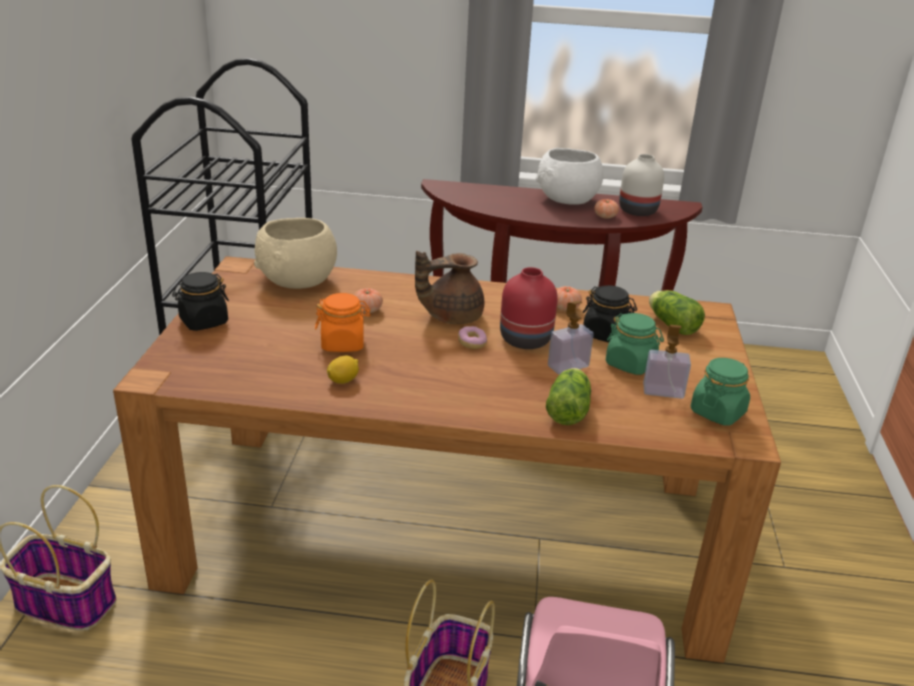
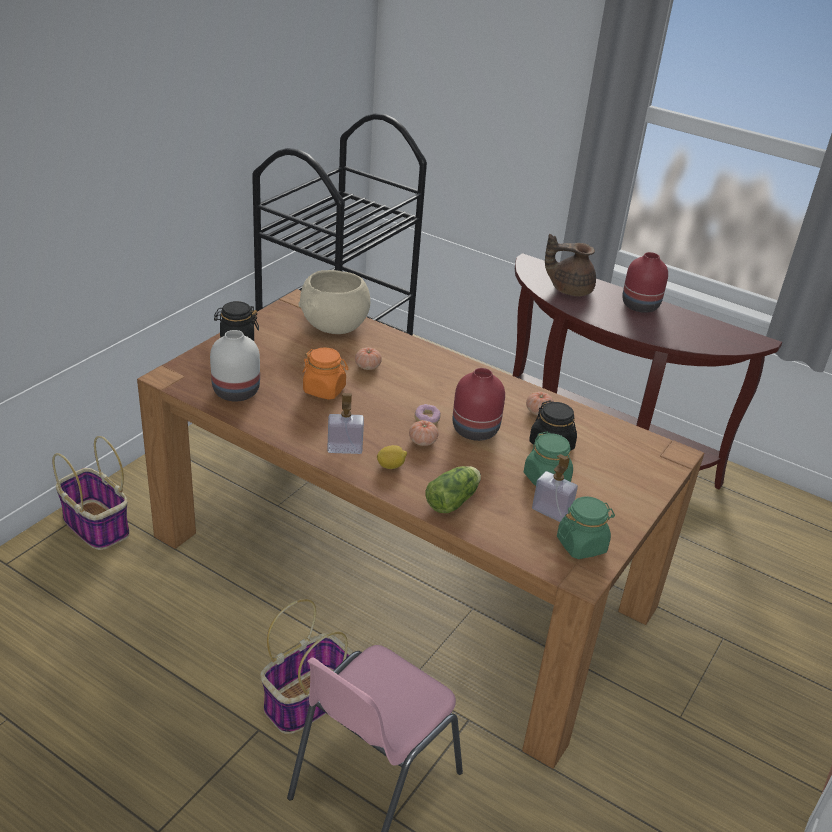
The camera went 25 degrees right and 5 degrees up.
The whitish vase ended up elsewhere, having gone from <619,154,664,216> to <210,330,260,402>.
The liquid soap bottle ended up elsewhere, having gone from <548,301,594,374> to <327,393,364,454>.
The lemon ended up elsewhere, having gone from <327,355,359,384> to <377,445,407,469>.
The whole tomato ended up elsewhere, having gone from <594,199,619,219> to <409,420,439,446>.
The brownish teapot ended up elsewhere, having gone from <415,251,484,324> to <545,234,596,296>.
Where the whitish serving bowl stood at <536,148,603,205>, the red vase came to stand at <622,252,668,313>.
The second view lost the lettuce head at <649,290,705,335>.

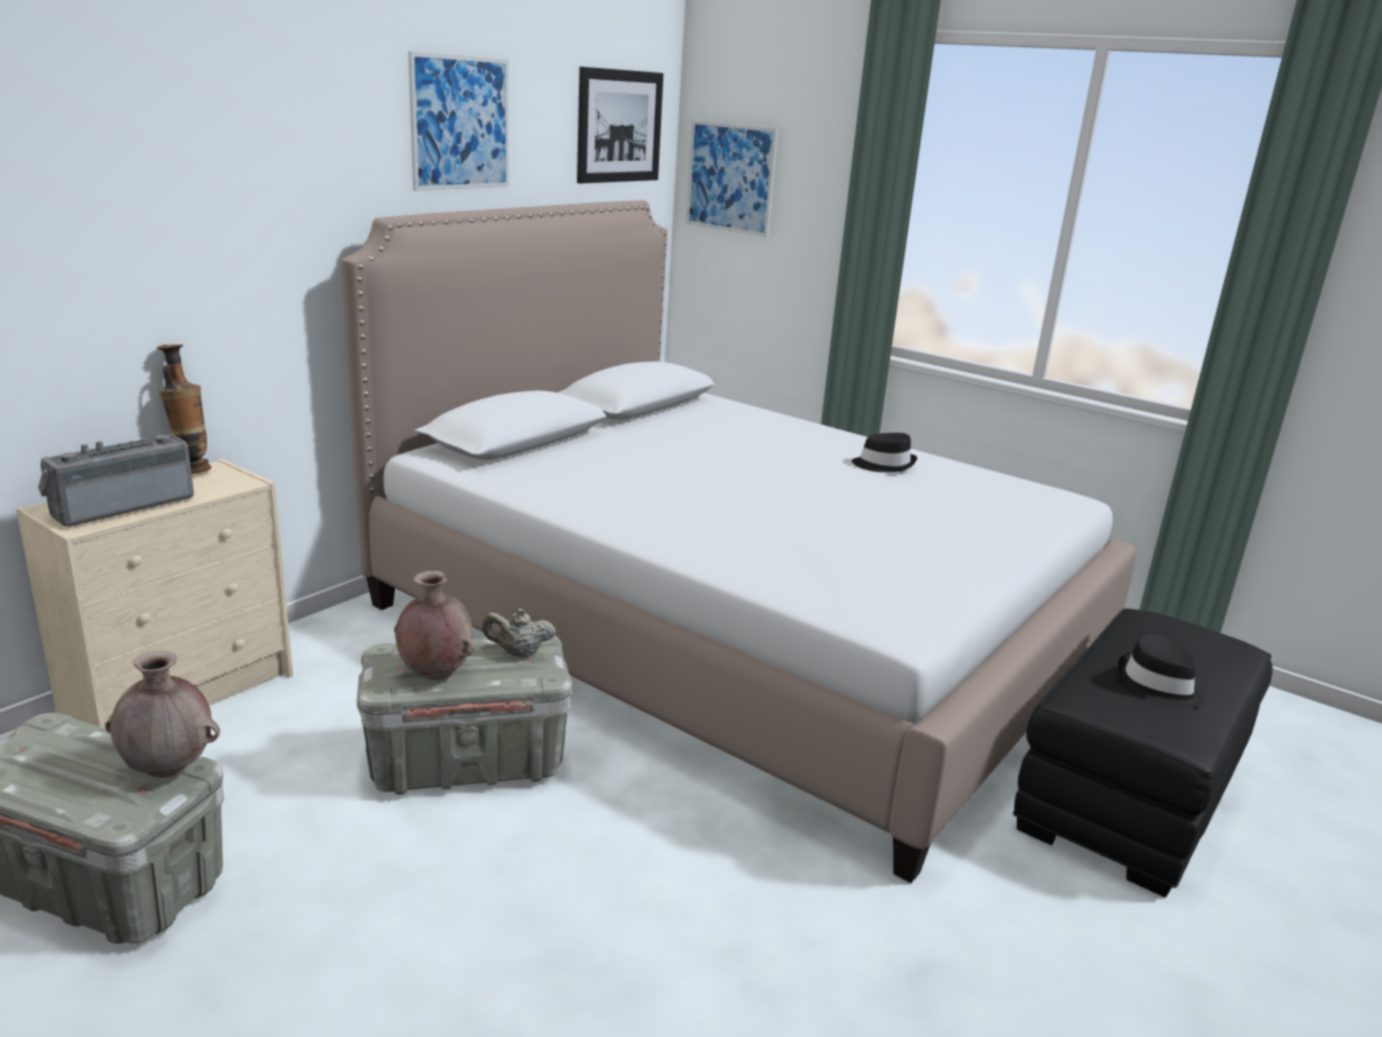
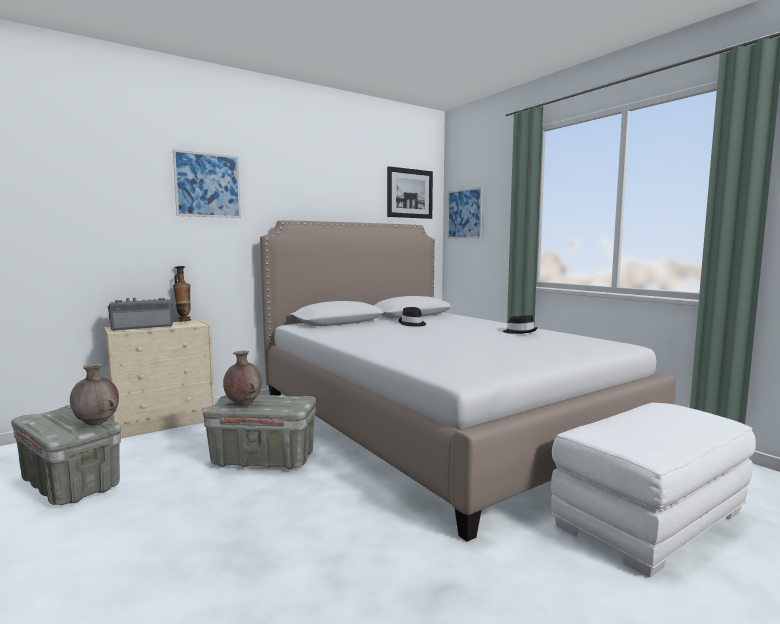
The camera went 20 degrees right and 15 degrees down.
The wall picture ended up elsewhere, having gone from <408,51,509,191> to <173,149,241,218>.
The blackish clothing hat ended up elsewhere, having gone from <1118,634,1204,708> to <398,307,426,327>.
What was the blackish ottoman at <1013,608,1273,897> turned into the whitish ottoman at <551,403,756,577>.
The second view lost the beige-coloured teapot at <482,608,556,657>.

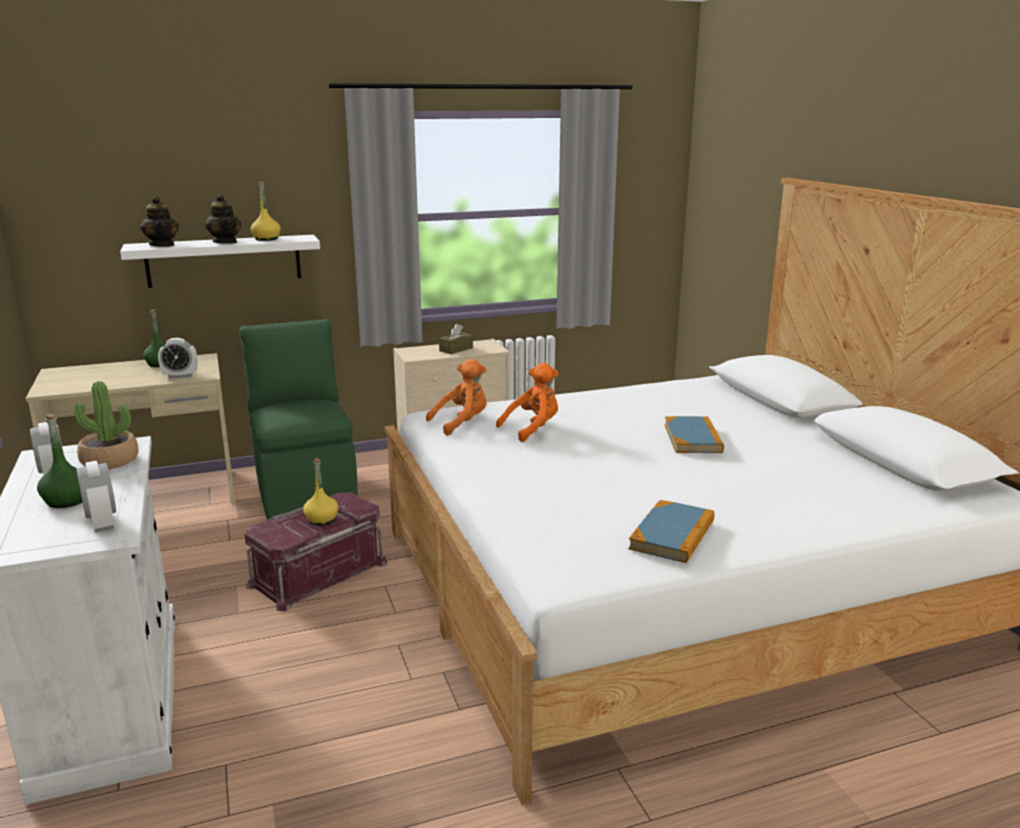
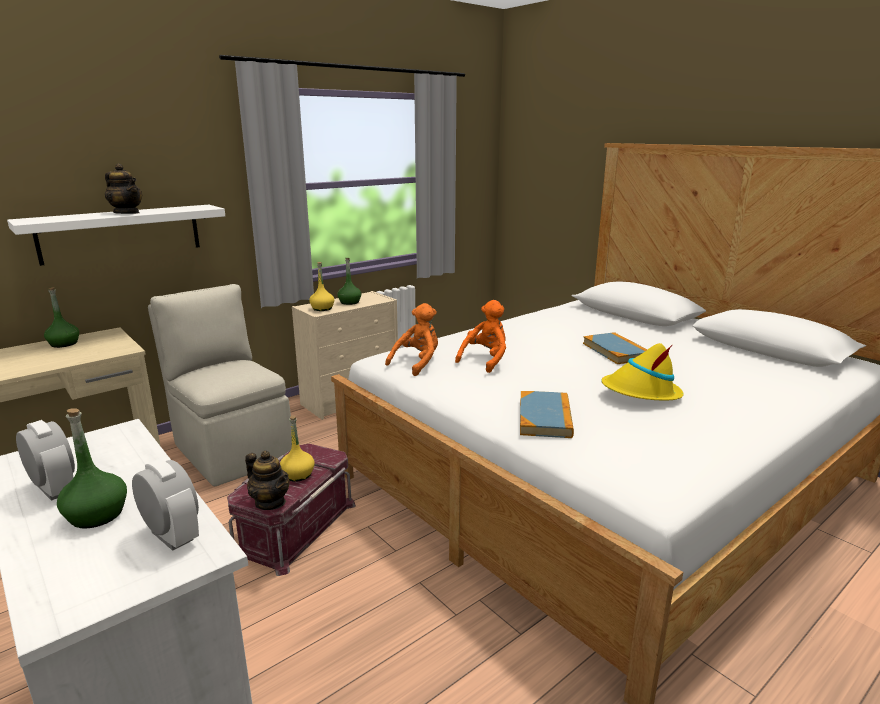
The camera went 20 degrees left and 0 degrees up.
What was the greenish plain chair at <239,319,358,520> turned into the beige-coloured plain chair at <148,284,292,486>.
The teapot ended up elsewhere, having gone from <140,196,179,247> to <245,451,290,510>.
The yellow drink bottle ended up elsewhere, having gone from <251,182,281,241> to <309,262,334,311>.
Where the brownish box of tissues stood at <439,324,473,354>, the greenish drink bottle came to stand at <337,258,361,305>.
The book ended up elsewhere, having gone from <629,500,715,563> to <520,391,574,438>.
The second view gained the yellow clothing hat at <601,343,683,401>.
The second view lost the plant in a pot at <74,381,138,469>.
The second view lost the alarm clock at <158,338,197,378>.

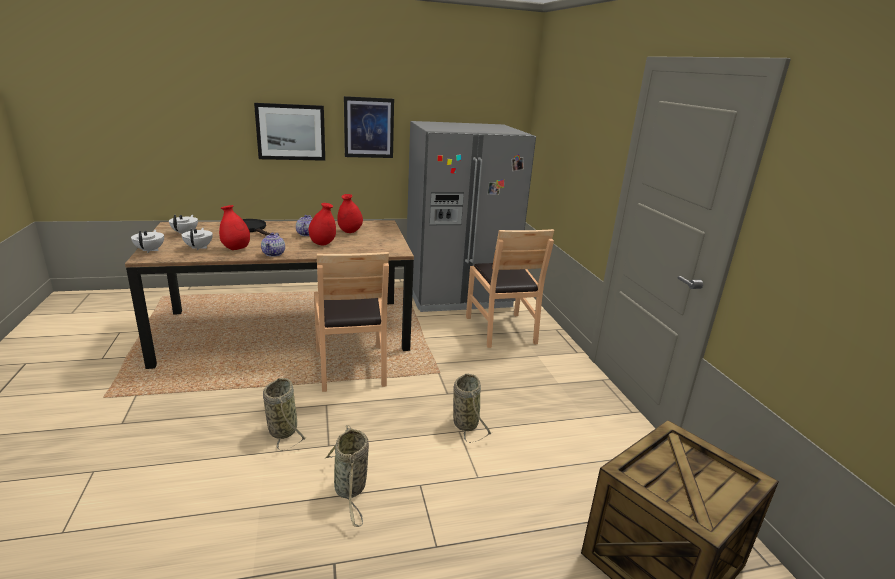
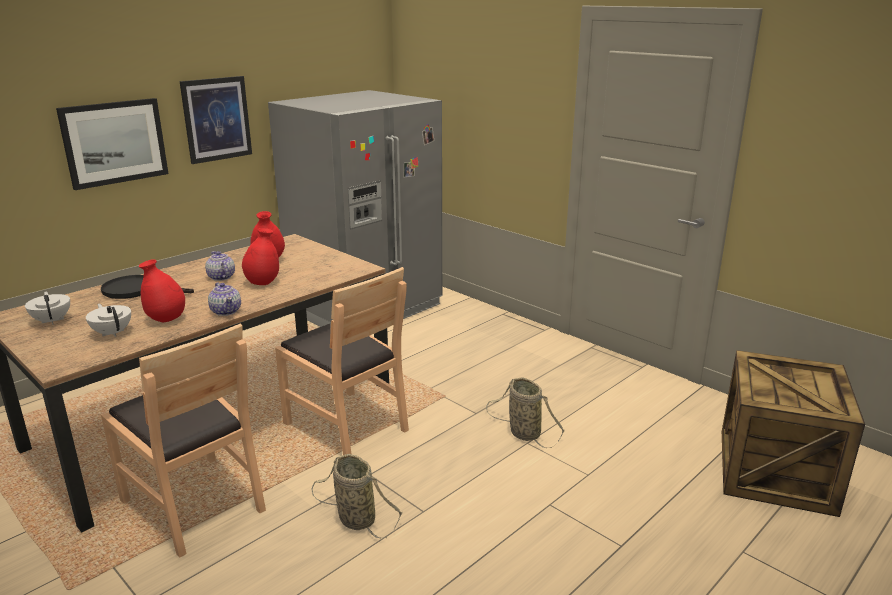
The camera went 30 degrees left and 0 degrees up.
The brownish plain chair ended up elsewhere, having gone from <466,229,554,348> to <101,324,266,558>.
The second view lost the whitish teapot at <131,230,164,253>.
The second view lost the household basket at <324,425,369,527>.

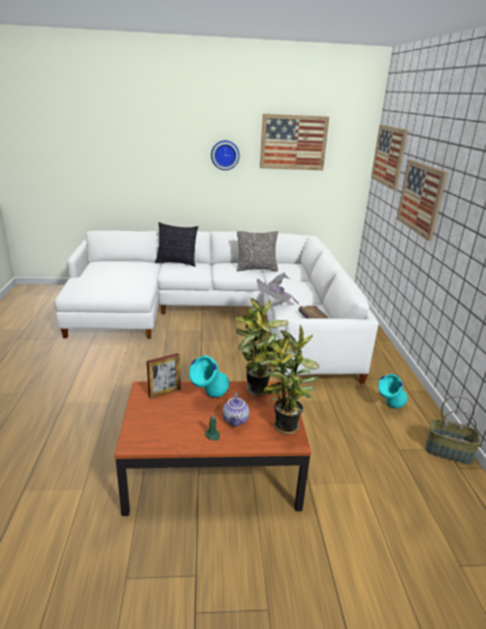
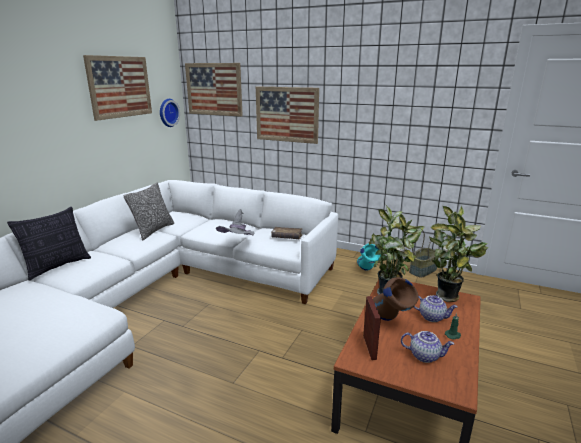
The camera went 60 degrees left and 5 degrees down.
The clock on the wall ended up elsewhere, having gone from <211,140,240,170> to <160,99,180,127>.
What was the turquoise-coloured vase at <189,355,229,398> turned into the brownish vase at <373,277,419,321>.
The second view gained the teapot at <401,331,454,363>.

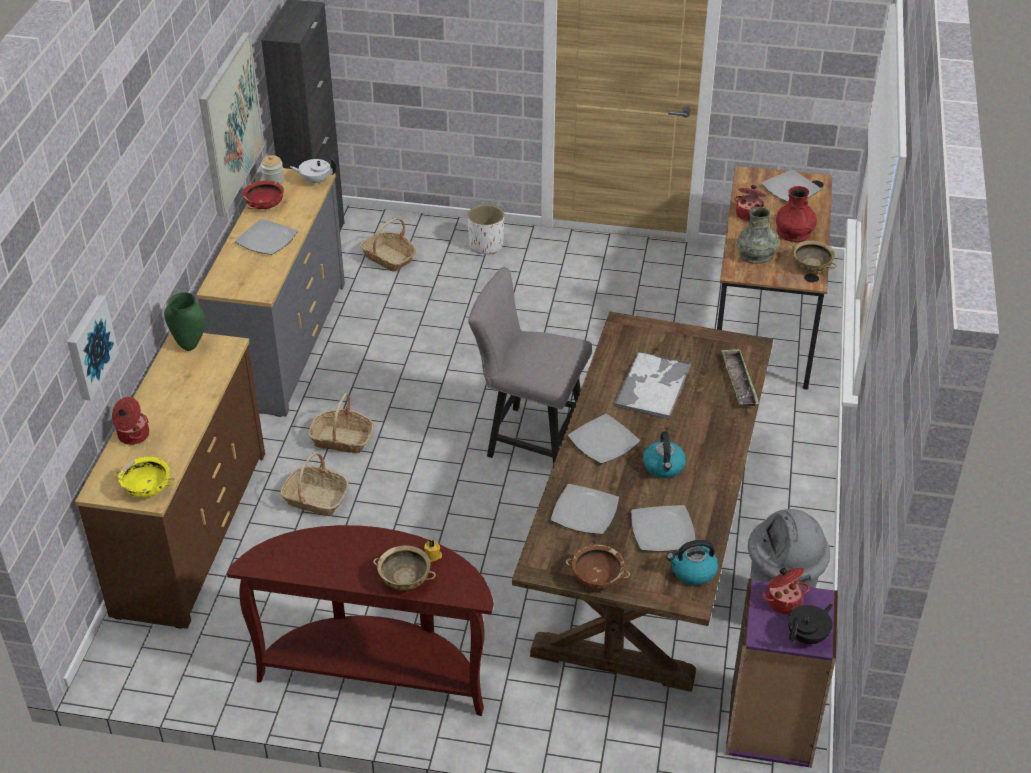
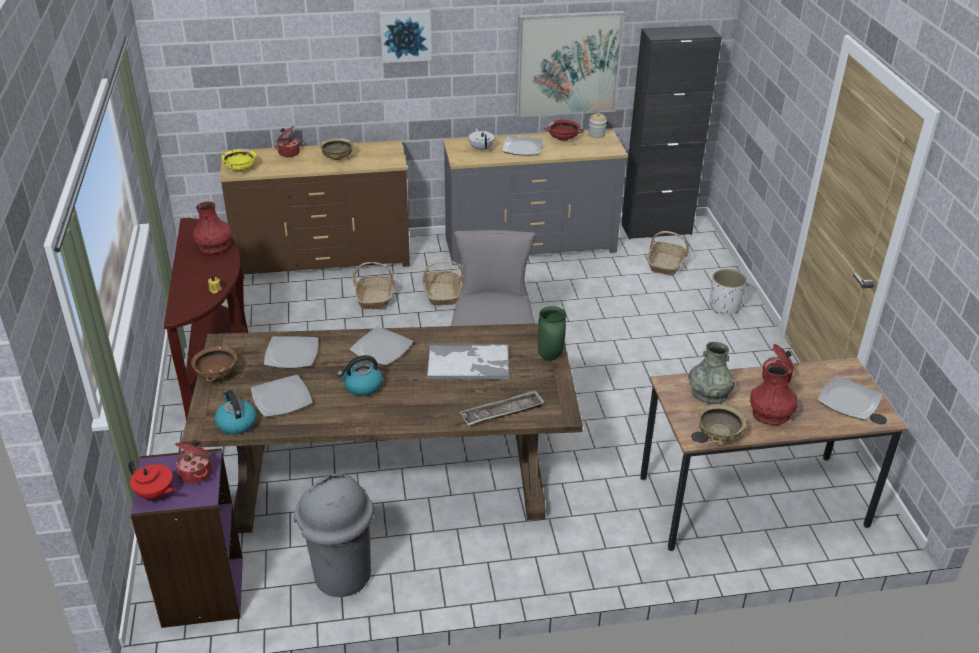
The camera went 70 degrees right and 5 degrees down.
What was the blackish teapot at <788,604,833,644> turned into the red teapot at <128,460,176,501>.
The second view gained the red vase at <193,201,232,254>.
The beige-coloured serving bowl ended up elsewhere, having gone from <373,545,436,590> to <320,138,353,160>.
The wall picture ended up elsewhere, having gone from <67,295,119,401> to <379,10,432,63>.
The whitish teapot ended up elsewhere, having gone from <290,158,336,185> to <469,128,494,152>.
The greenish vase ended up elsewhere, having gone from <164,292,206,351> to <538,306,566,361>.

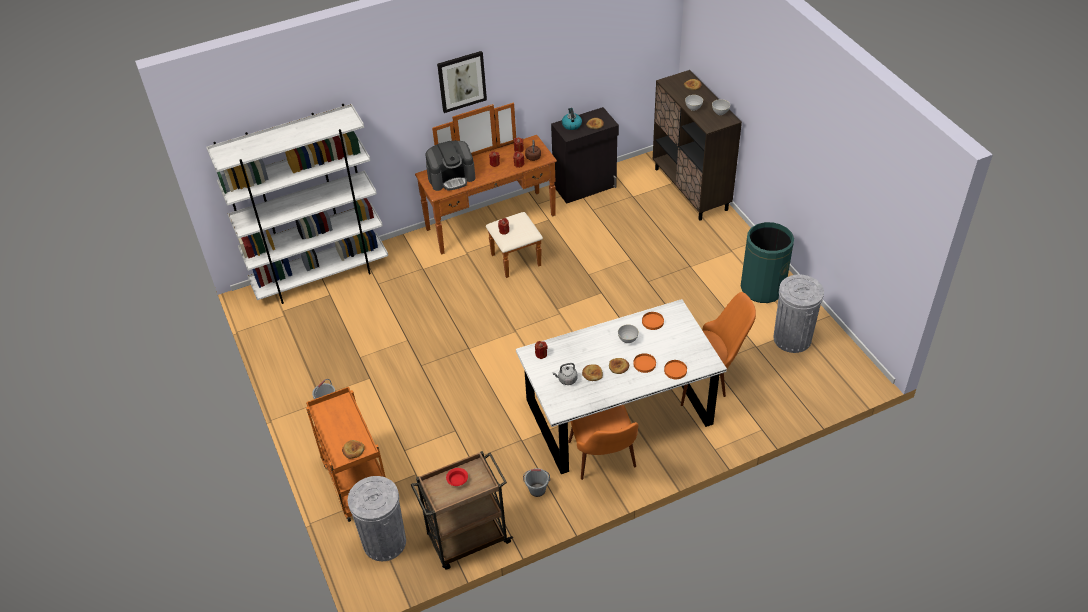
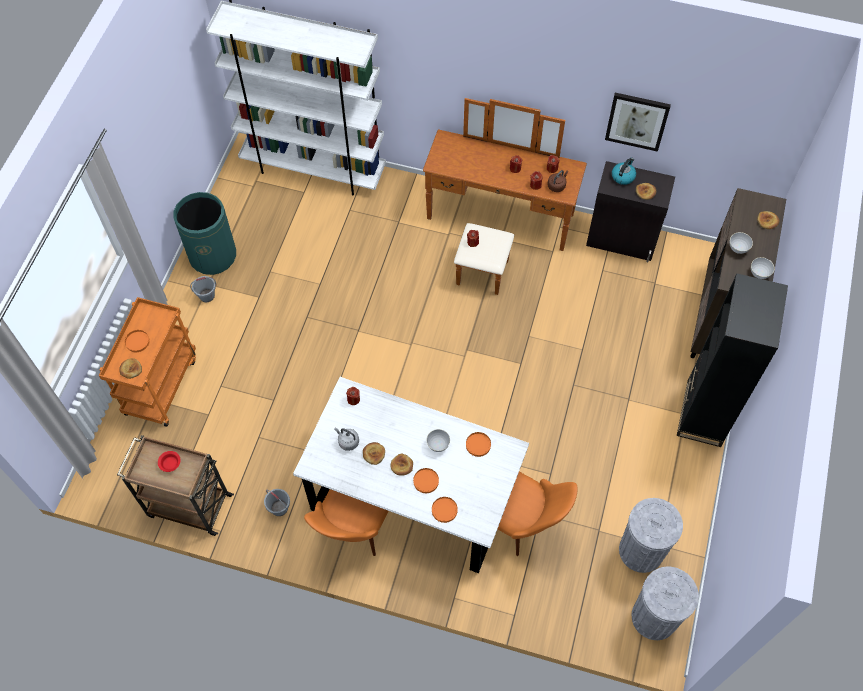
The camera went 40 degrees right and 15 degrees up.
The second view gained the orange-coloured dinner plate at <125,330,150,352>.
The greenish waste bin ended up elsewhere, having gone from <741,222,794,303> to <173,192,236,275>.
The wall picture ended up elsewhere, having gone from <437,51,487,113> to <605,93,671,152>.
The grey waste bin ended up elsewhere, having gone from <348,476,406,561> to <632,567,699,640>.
The second view gained the blackish bookshelf at <677,273,788,447>.
The second view lost the coffee brewer at <425,141,476,191>.

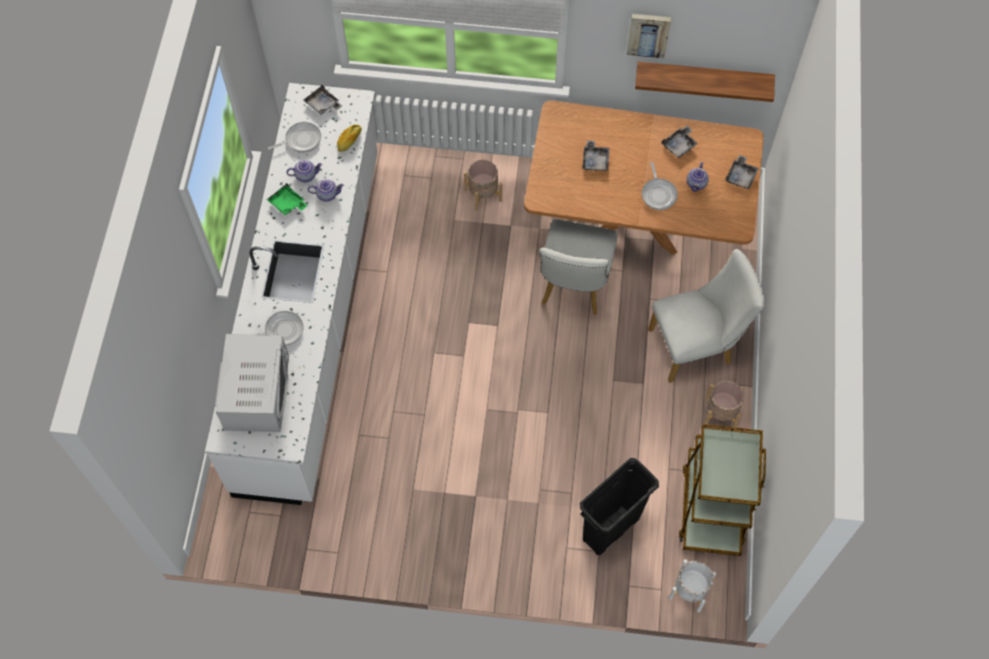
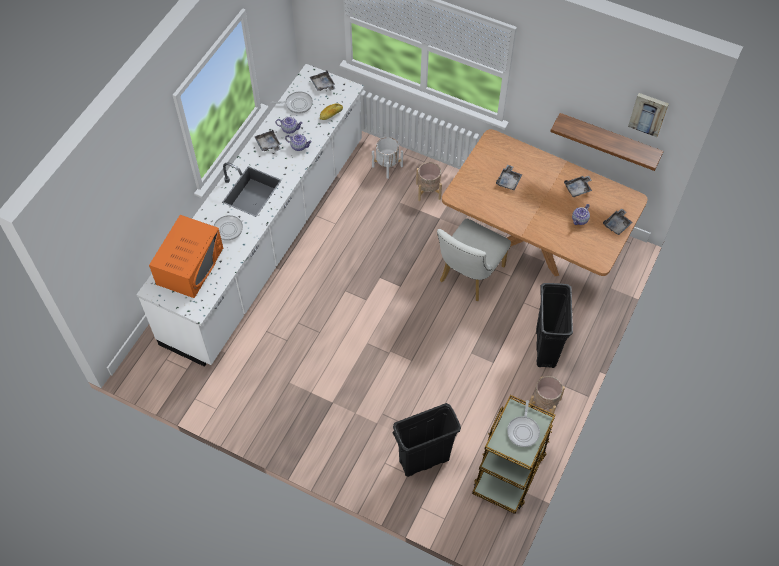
The camera went 20 degrees right and 5 degrees down.
What was the whitish microwave at <215,334,289,432> turned into the orange-coloured microwave at <149,215,223,298>.
What was the greenish tray at <266,183,307,215> turned into the grey tray at <255,129,281,151>.
The whitish flower pot ended up elsewhere, having gone from <669,559,716,612> to <372,137,403,179>.
The pan ended up elsewhere, having gone from <642,162,678,210> to <507,400,540,447>.
Where the whitish plain chair stood at <648,249,764,383>, the blackish waste bin came to stand at <536,283,573,368>.
The wall picture ended up elsewhere, having gone from <627,14,671,58> to <628,93,669,137>.

